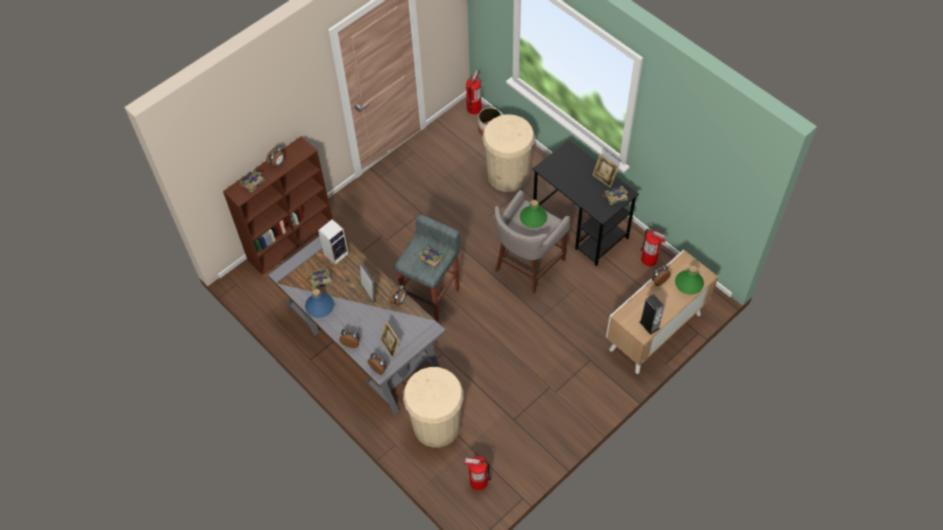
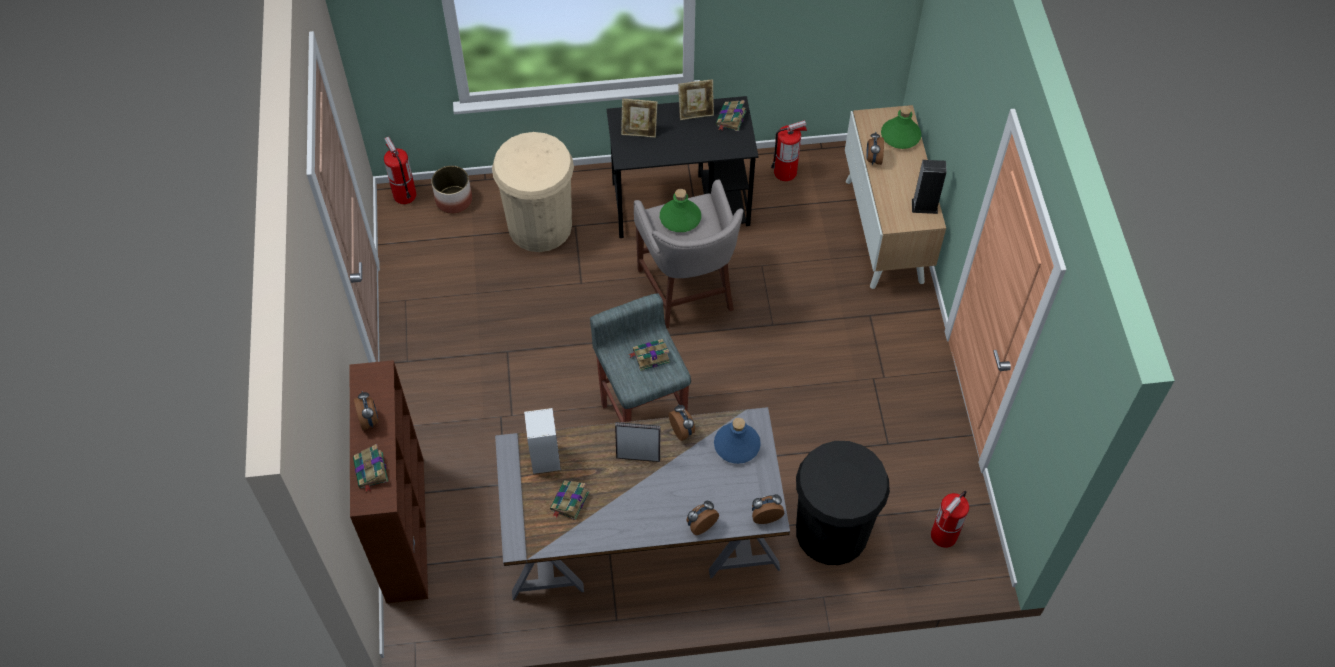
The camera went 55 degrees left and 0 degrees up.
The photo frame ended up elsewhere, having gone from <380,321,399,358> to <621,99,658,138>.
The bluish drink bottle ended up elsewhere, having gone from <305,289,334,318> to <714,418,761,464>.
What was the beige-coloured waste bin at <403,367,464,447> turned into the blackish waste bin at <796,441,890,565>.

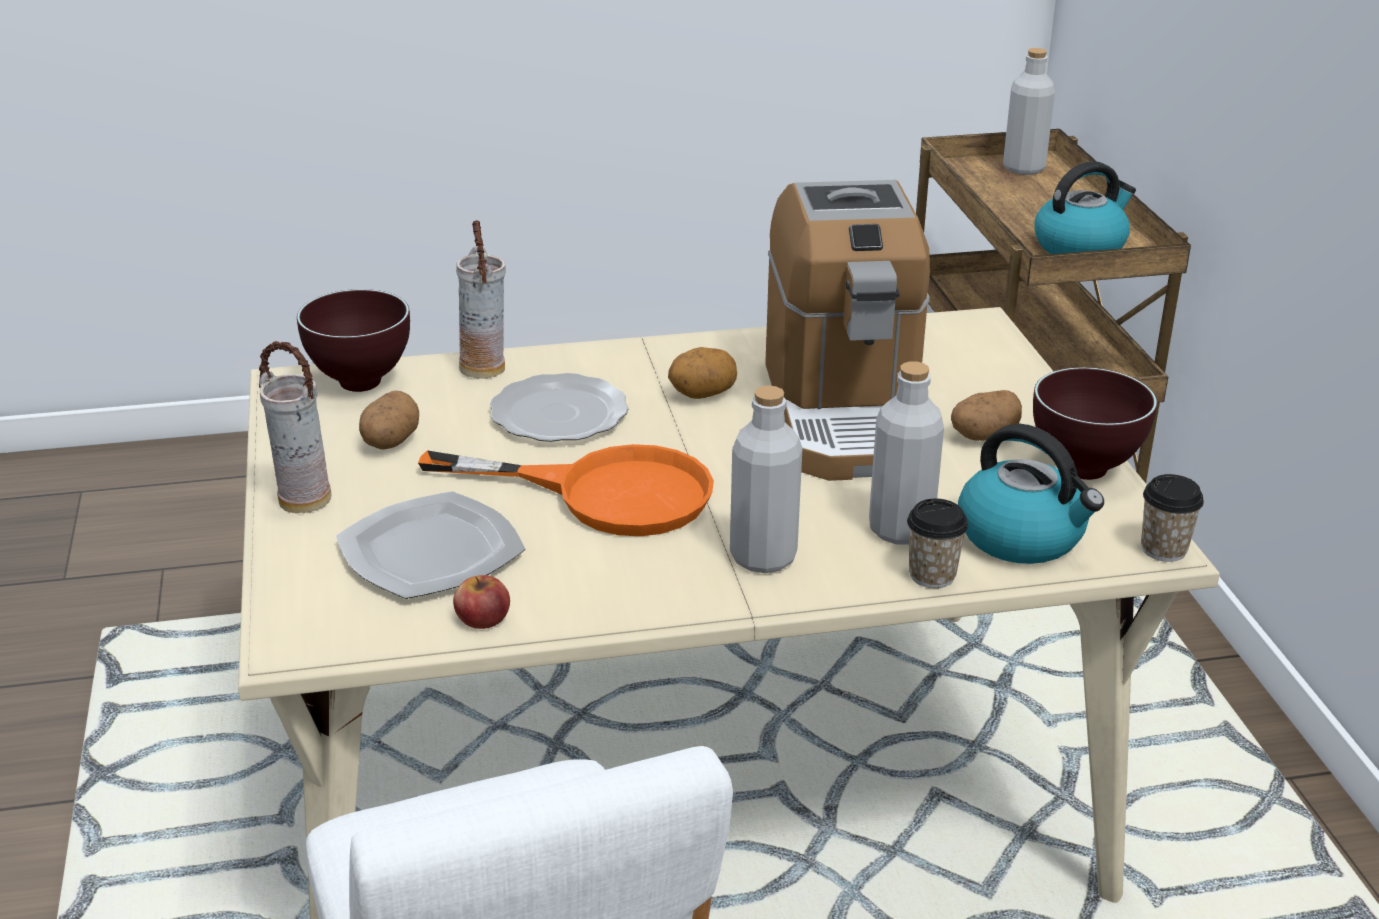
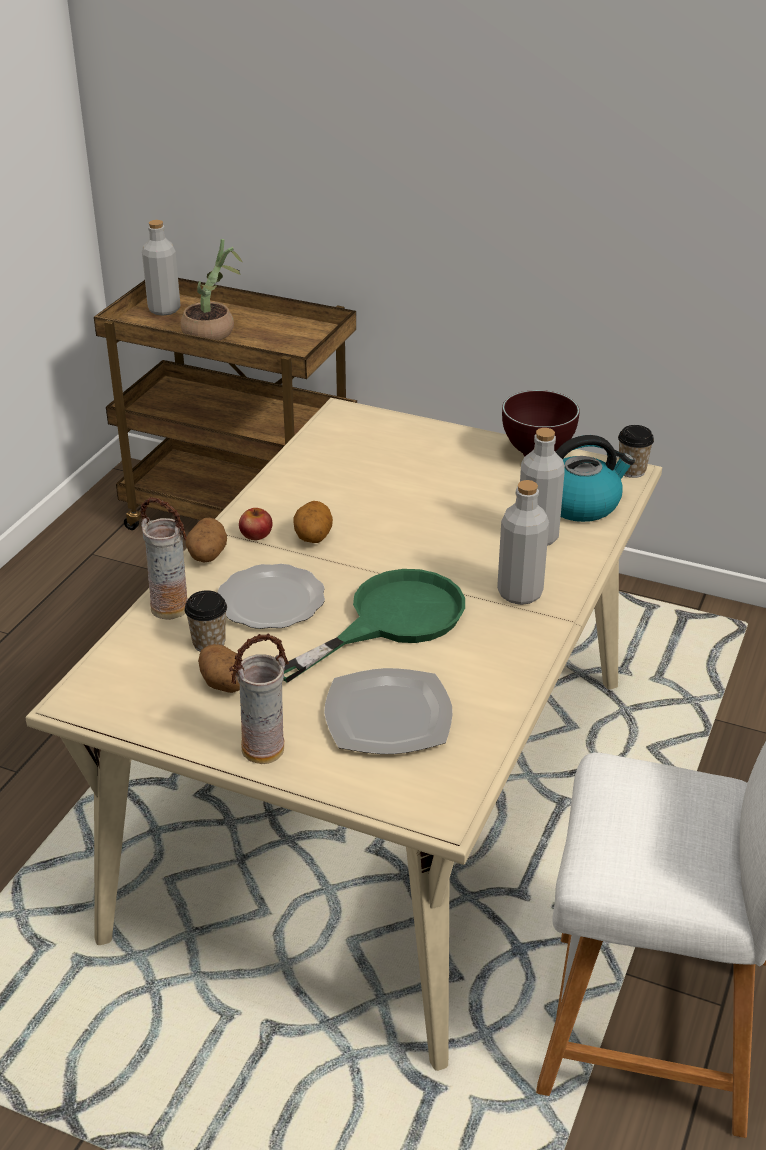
The camera went 55 degrees left and 5 degrees up.
The second view gained the plant in a pot at <181,239,243,340>.
The small cup ended up elsewhere, having gone from <907,499,968,588> to <184,590,227,652>.
The whole potato ended up elsewhere, having gone from <951,390,1022,441> to <185,518,227,562>.
The whole apple ended up elsewhere, having gone from <453,575,510,629> to <239,508,272,540>.
What was the orange-coloured pan at <418,444,714,536> turned into the greenish pan at <283,569,465,683>.
The second view lost the brownish serving bowl at <297,289,410,392>.
The second view lost the coffee brewer at <765,180,930,481>.
The second view lost the kettle at <1035,161,1136,254>.

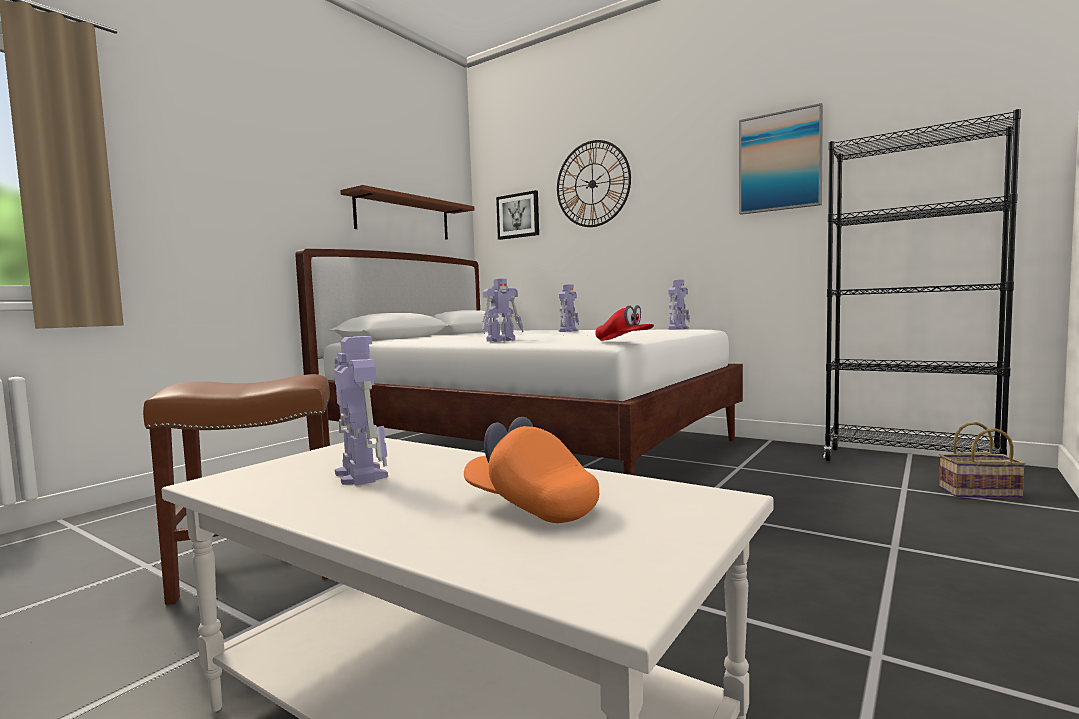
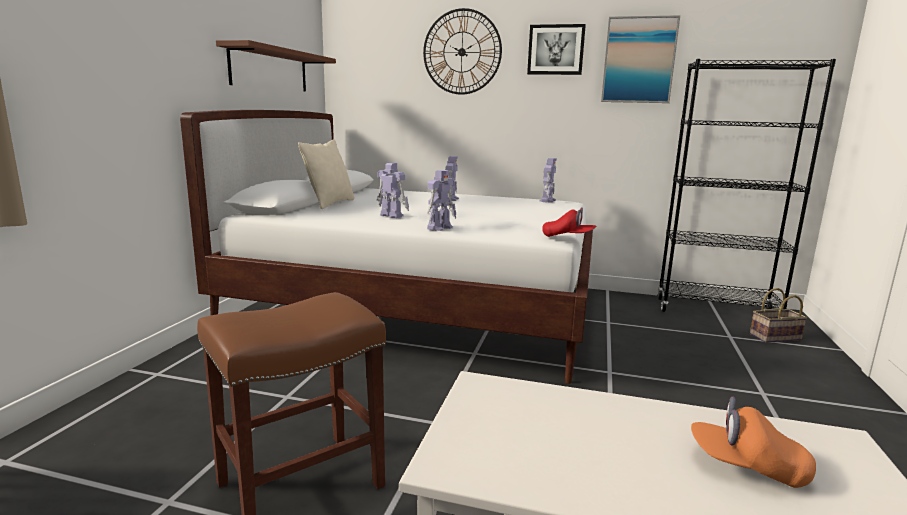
The camera went 20 degrees left and 10 degrees up.
The second view gained the beige-coloured cushion at <298,139,355,209>.
The toy robot ended up elsewhere, having gone from <334,336,388,485> to <377,163,409,218>.
The wall picture ended up elsewhere, having gone from <496,190,539,240> to <527,24,586,75>.

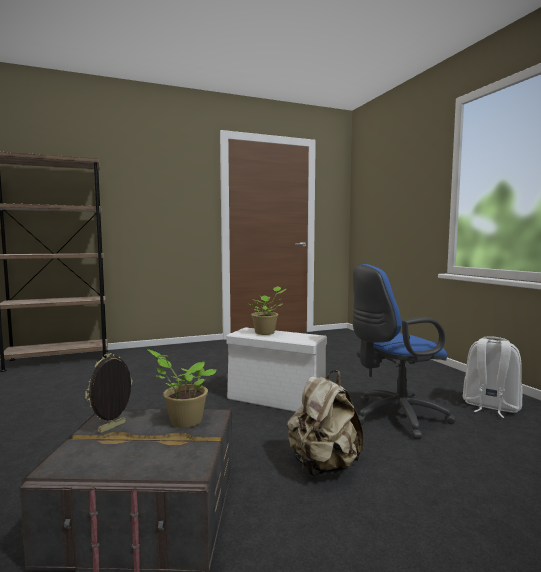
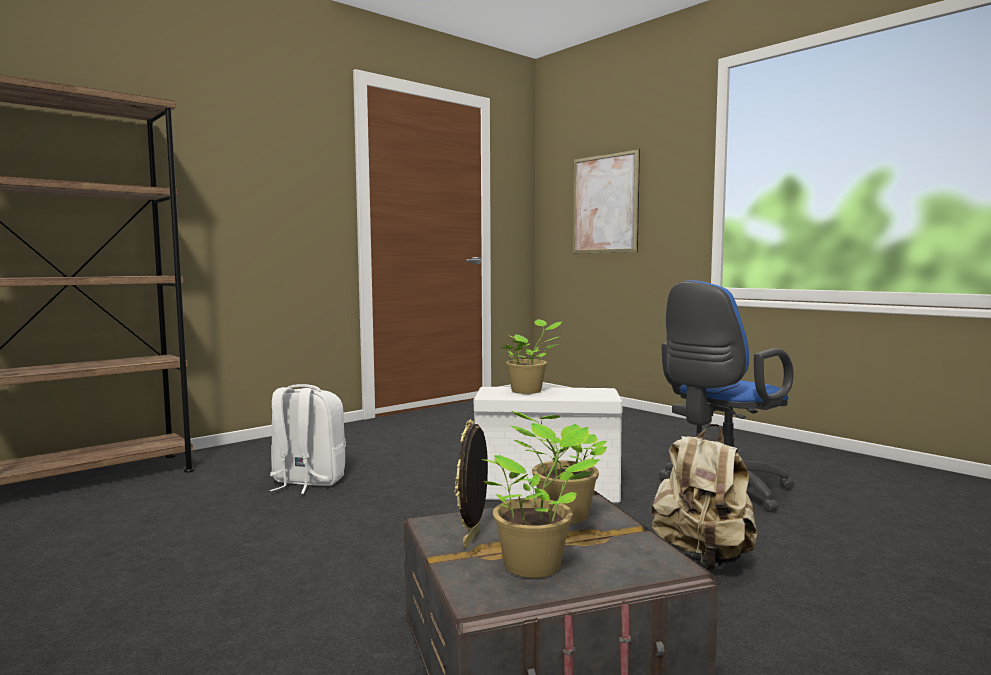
The camera went 20 degrees left and 0 degrees up.
The whitish backpack ended up elsewhere, having gone from <463,337,522,418> to <270,384,346,494>.
The second view gained the plant in a pot at <481,423,601,578>.
The second view gained the wall picture at <573,149,640,253>.

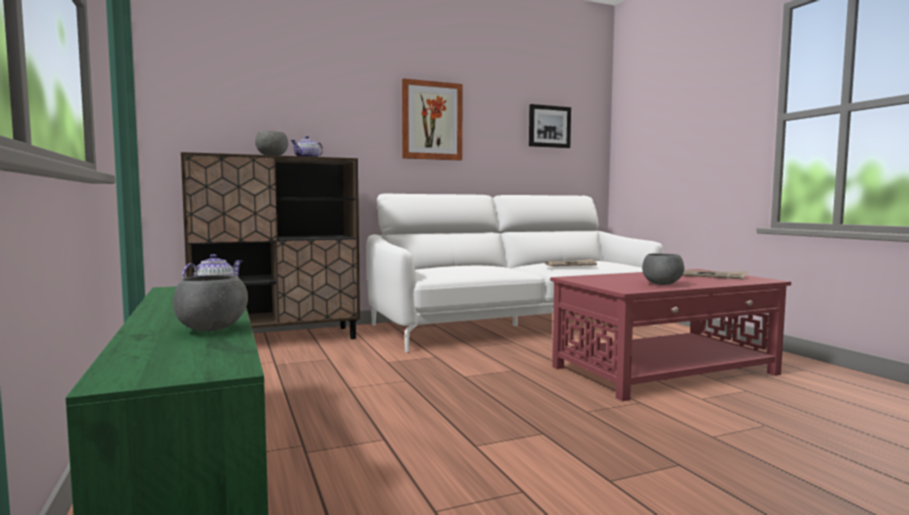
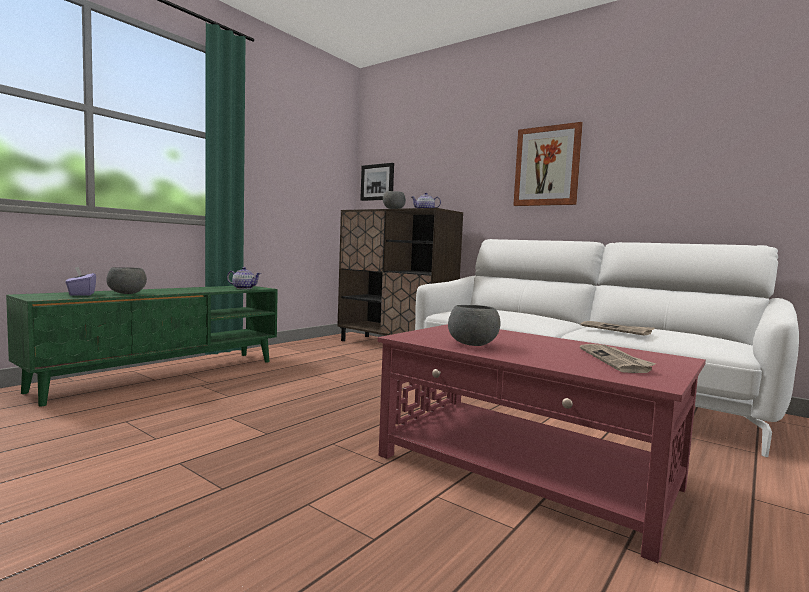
The camera went 60 degrees right and 0 degrees up.
The second view gained the purple box of tissues at <65,267,96,296>.
The wall picture ended up elsewhere, having gone from <529,104,571,148> to <360,163,394,201>.

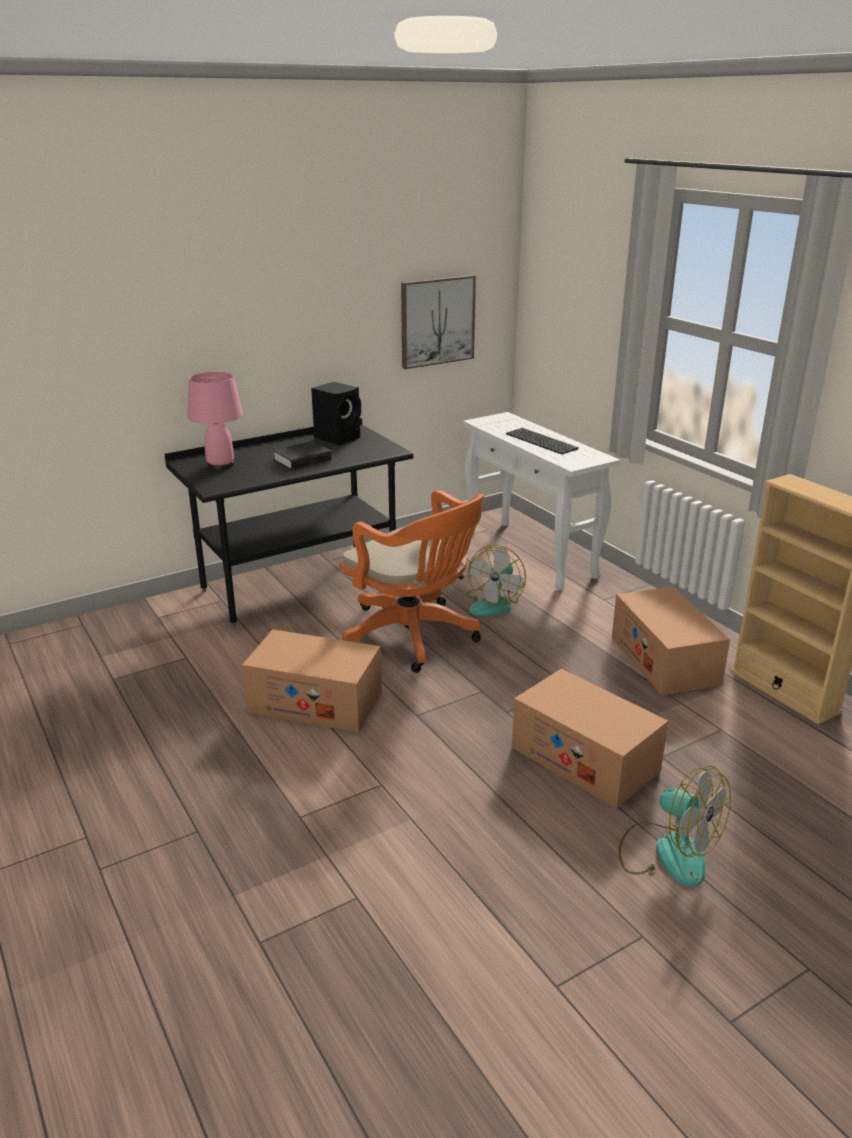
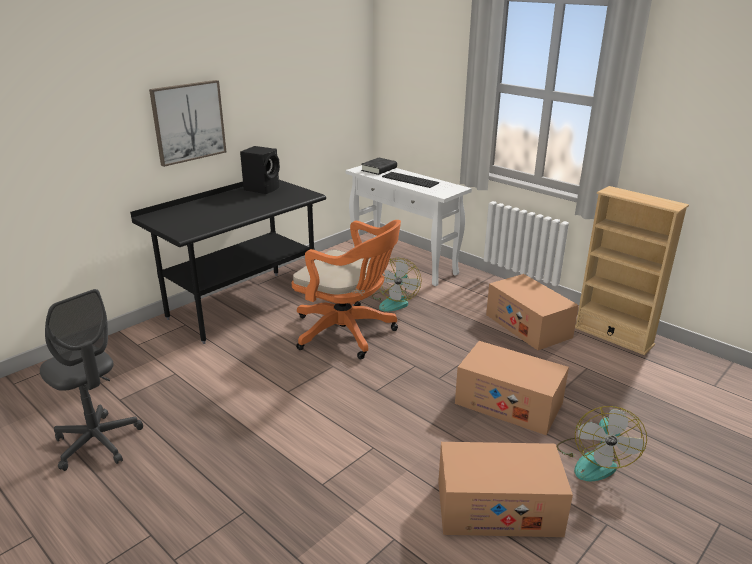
The camera went 15 degrees left and 0 degrees up.
The second view gained the grey desk chair at <40,289,143,471>.
The wall picture ended up elsewhere, having gone from <401,275,476,369> to <149,80,226,167>.
The blackish book ended up elsewhere, having gone from <273,441,332,470> to <361,158,397,175>.
The cardboard box ended up elsewhere, having gone from <242,629,382,733> to <438,442,573,537>.
The cooling fan at <618,766,731,887> ended up facing another way, 75 degrees clockwise from before.
The second view lost the pink-coloured tabletop lamp at <187,372,243,470>.

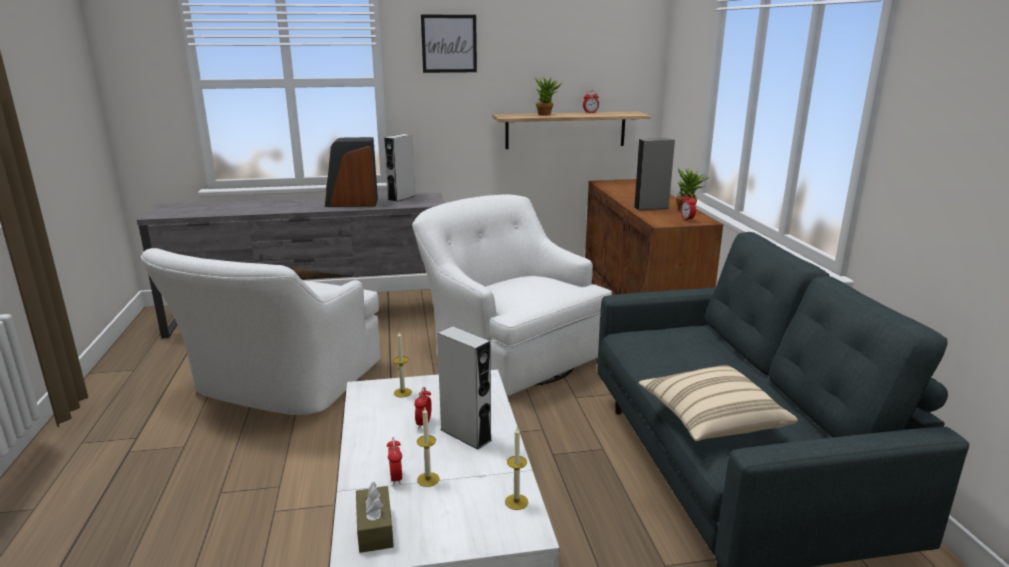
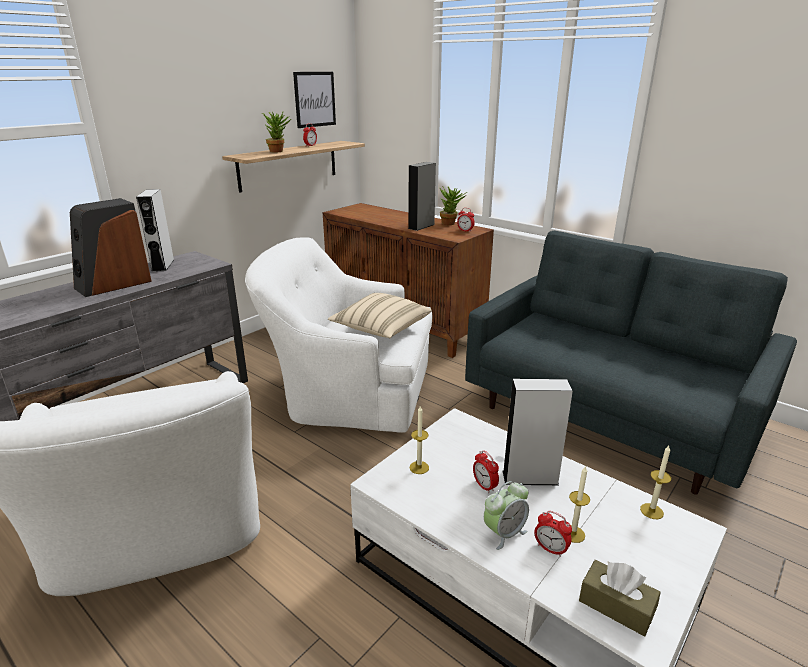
The camera went 40 degrees left and 5 degrees up.
The wall picture ended up elsewhere, having gone from <421,15,477,73> to <293,72,336,128>.
The beige-coloured cushion ended up elsewhere, having gone from <639,365,798,441> to <328,293,432,338>.
The second view gained the alarm clock at <484,481,529,550>.

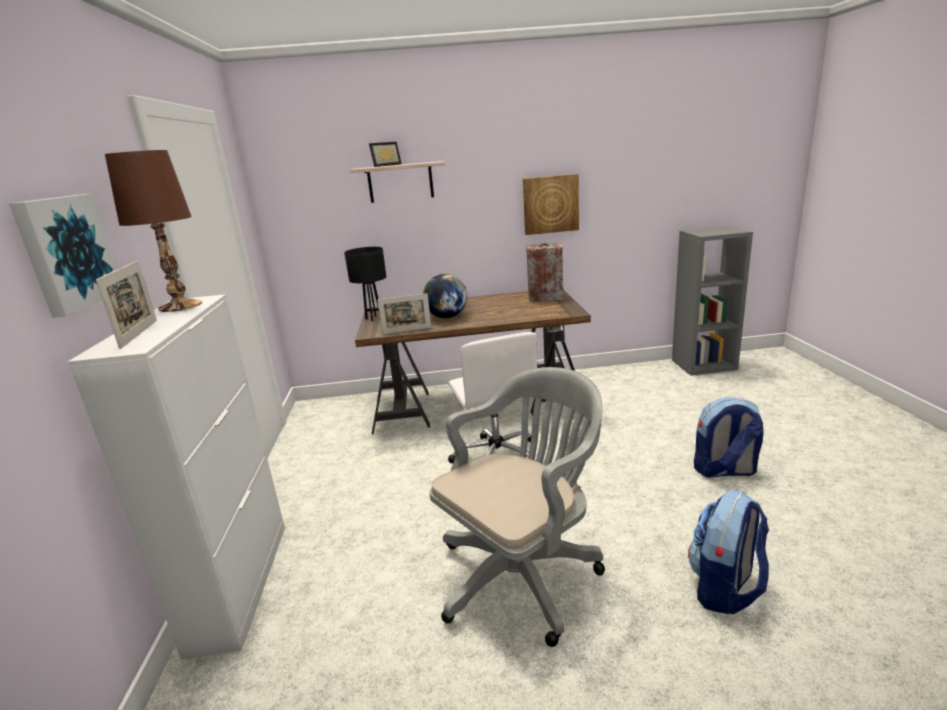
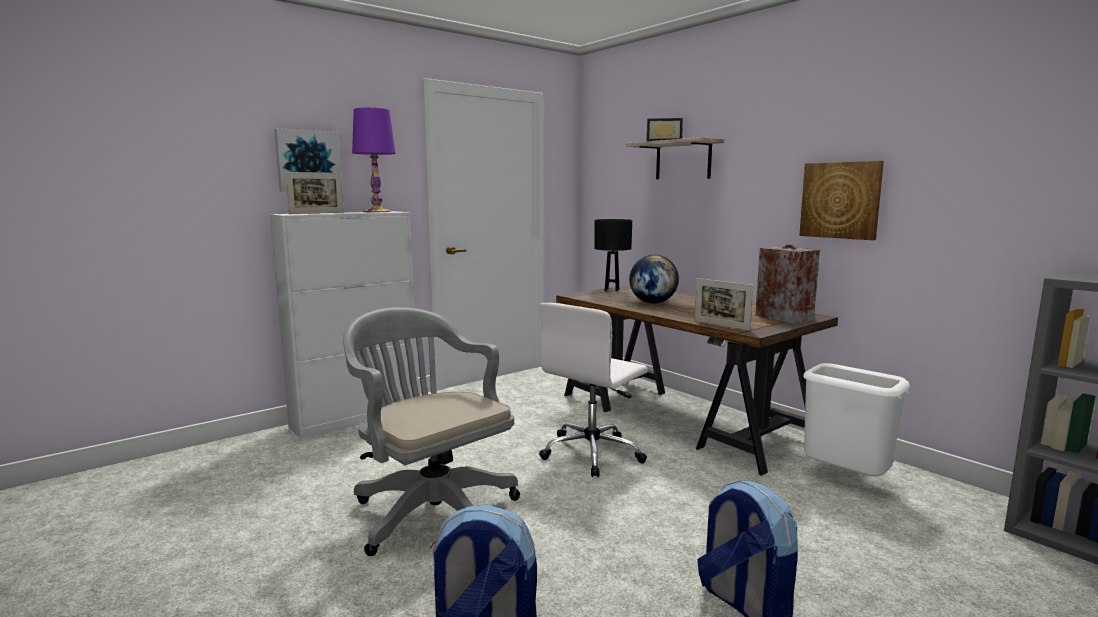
The camera went 55 degrees right and 10 degrees down.
The grey desk chair at <430,367,605,647> ended up facing another way, 150 degrees counterclockwise from before.
What was the brownish tabletop lamp at <105,150,202,312> turned into the purple tabletop lamp at <352,108,396,212>.
The photo frame ended up elsewhere, having gone from <377,293,431,334> to <695,278,753,331>.
The second view gained the whitish waste bin at <803,363,910,476>.

